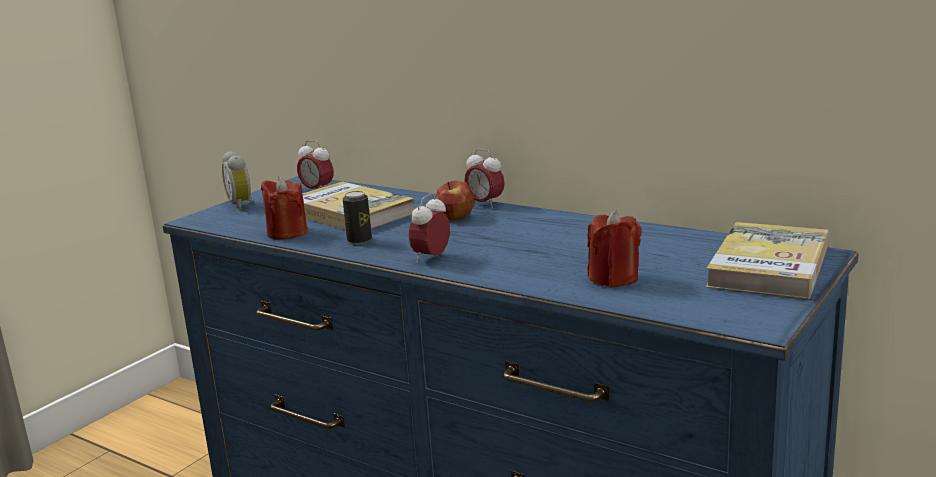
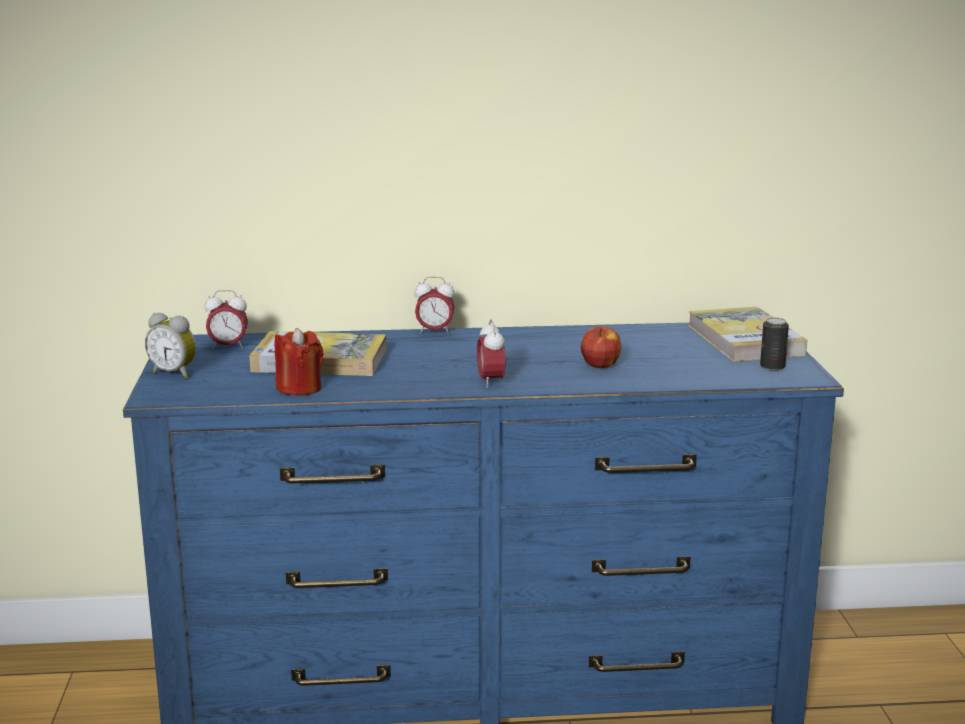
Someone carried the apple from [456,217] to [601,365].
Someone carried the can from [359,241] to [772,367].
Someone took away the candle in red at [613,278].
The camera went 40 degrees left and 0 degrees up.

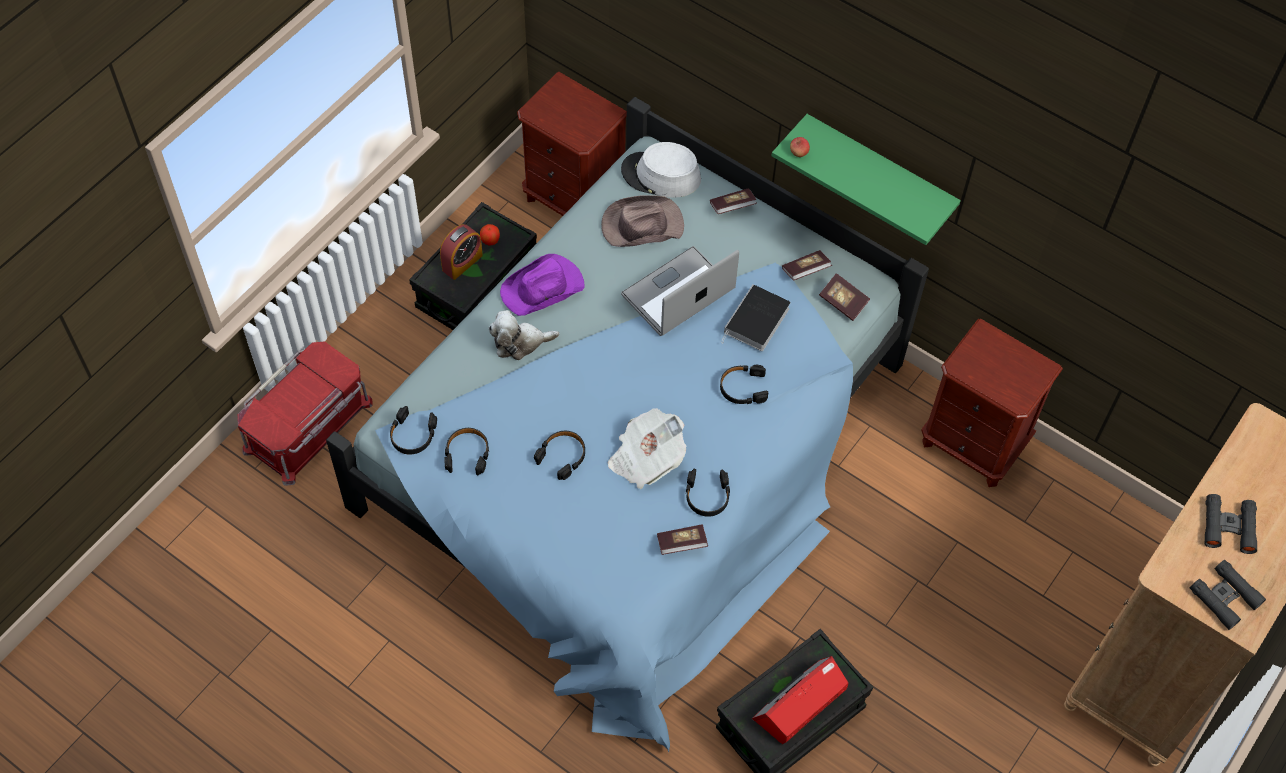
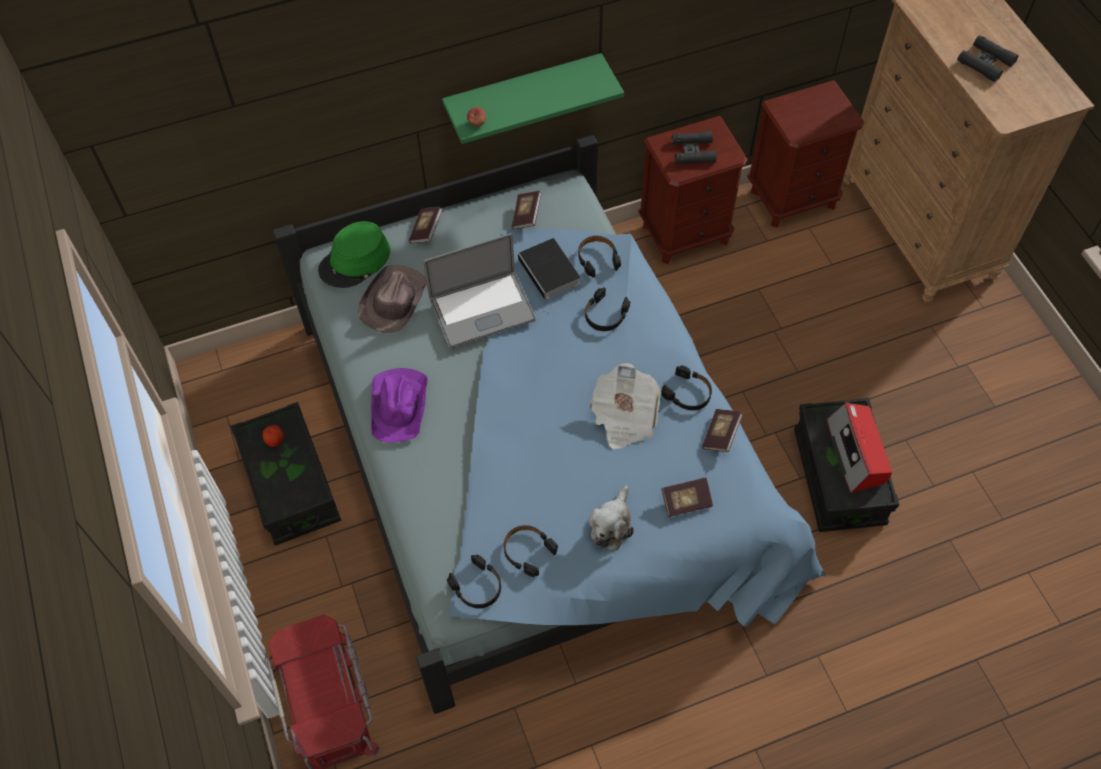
Someone carried the nightstand in brown from [573,199] to [793,198].
Someone repainted the hat in grey at [661,175], which became the hat in green at [355,261].
Someone took away the alarm clock at [462,262].
Someone rotated the laptop at [678,292] by 105 degrees counterclockwise.
Someone carried the book from [843,302] to [686,501].
Someone carried the plush toy from [520,342] to [611,524].
Someone carried the headphones in black from [562,456] to [597,259].
Someone carried the binoculars in black from [1224,597] to [693,151].
The camera went 55 degrees left and 0 degrees up.

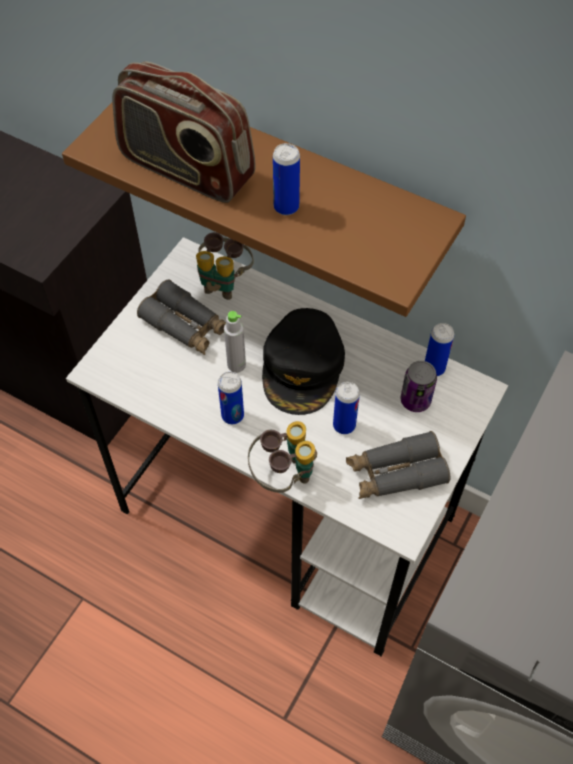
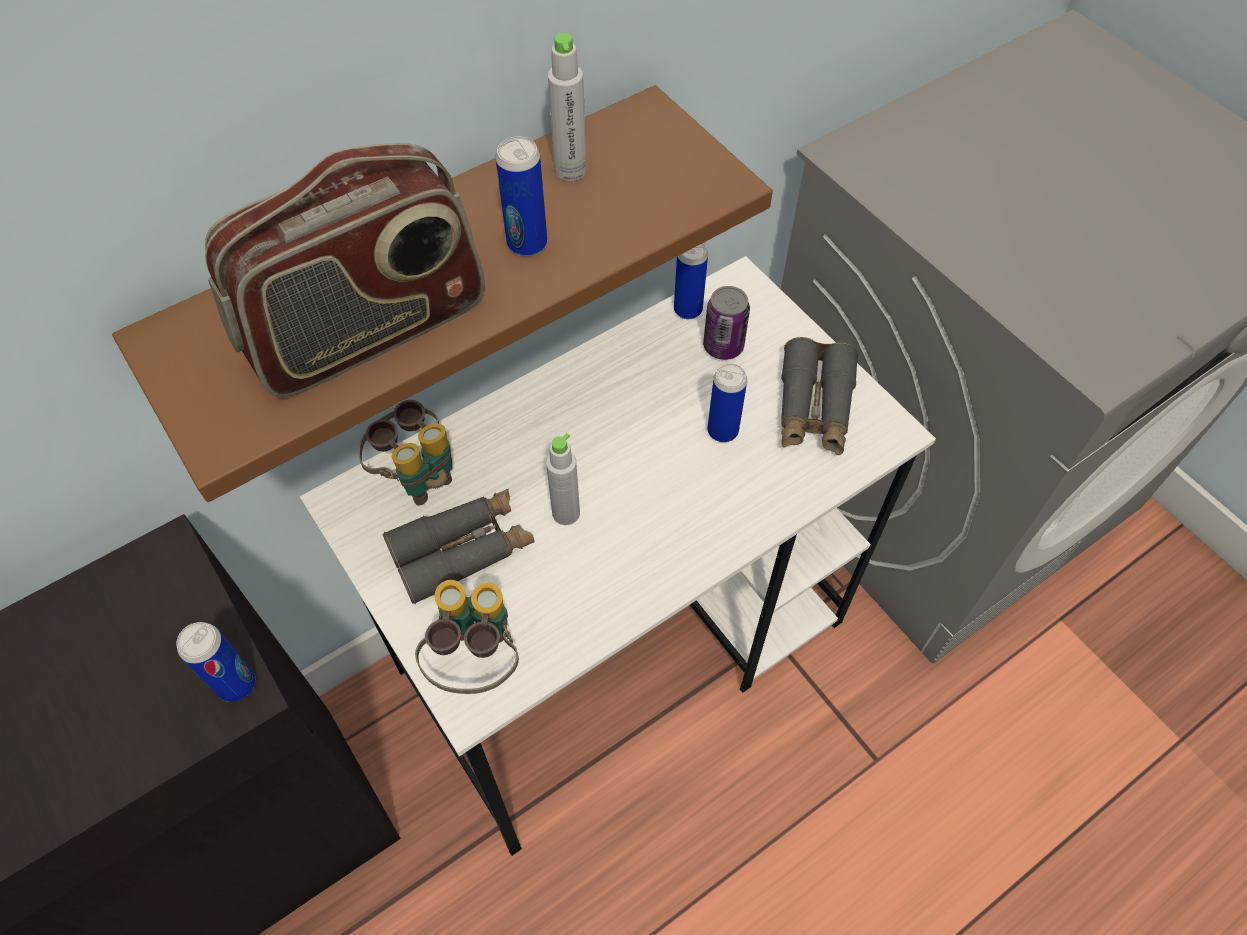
Someone took away the cap in black at [303,367].
Someone carried the can from [232,415] to [236,684].
Someone carried the binoculars from [284,475] to [476,660].
Someone put down the bottle in grey at [570,170].
The camera went 65 degrees left and 0 degrees up.

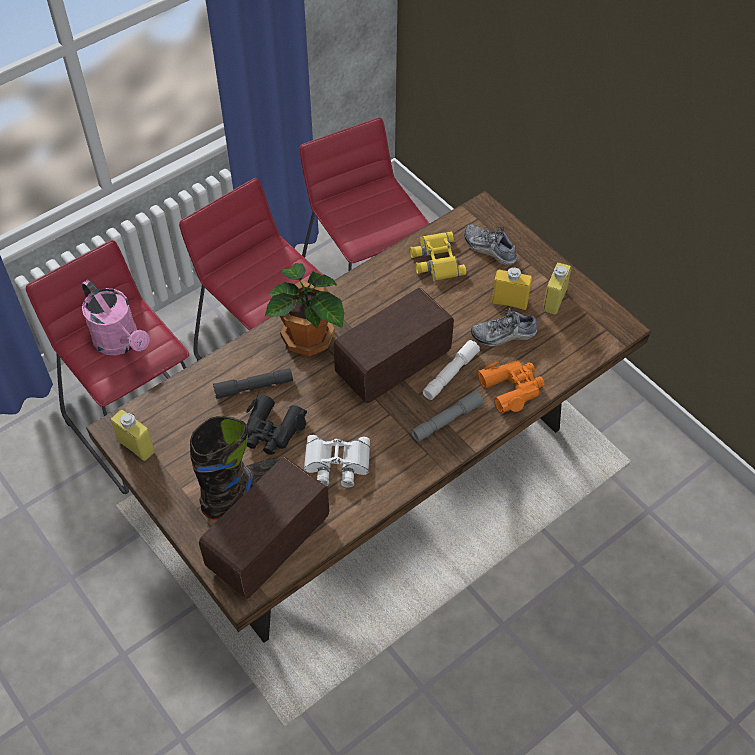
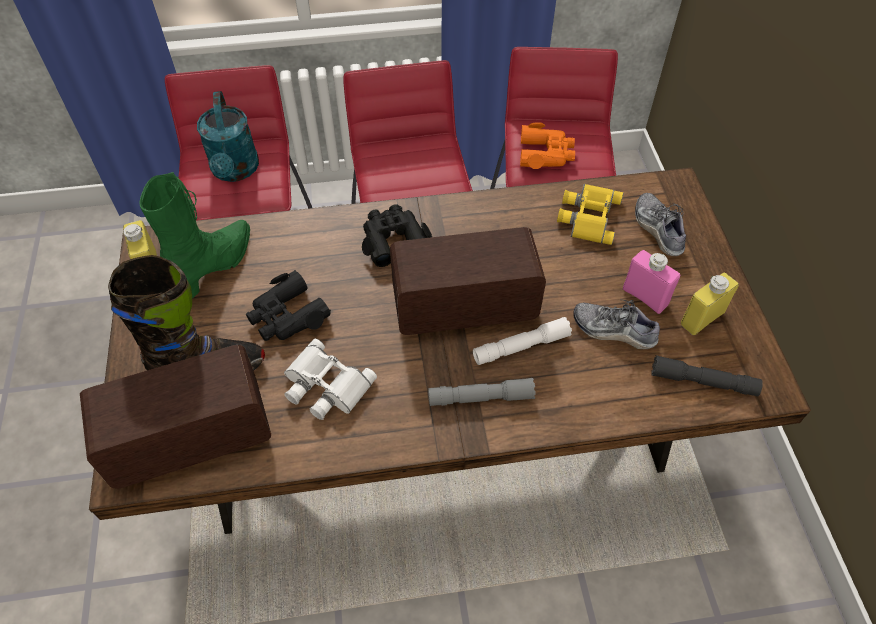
Someone swapped the potted plant at [308,339] for the binoculars in black at [393,239].
Someone repainted the bottle in yellow at [509,302], which became the bottle in pink at [645,297].
Someone repainted the watering can in pink at [121,343], which became the watering can in turquoise at [235,171].
Someone carried the binoculars in orange from [512,388] to [545,154].
Someone carried the flashlight in grey from [253,387] to [703,381].
Someone put down the boot in green at [215,267].
The camera went 30 degrees right and 0 degrees up.

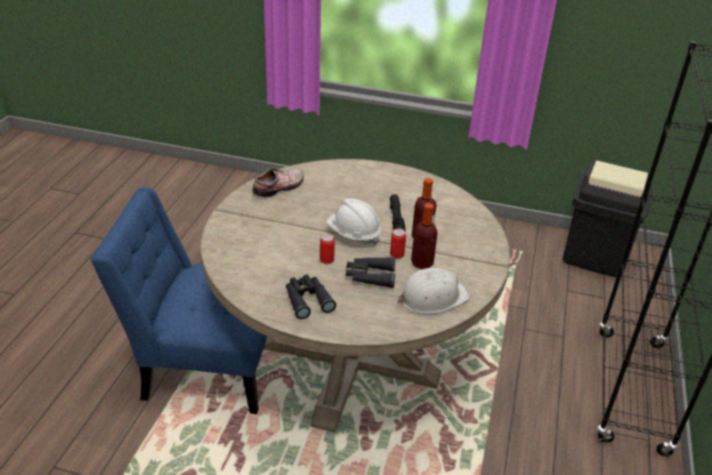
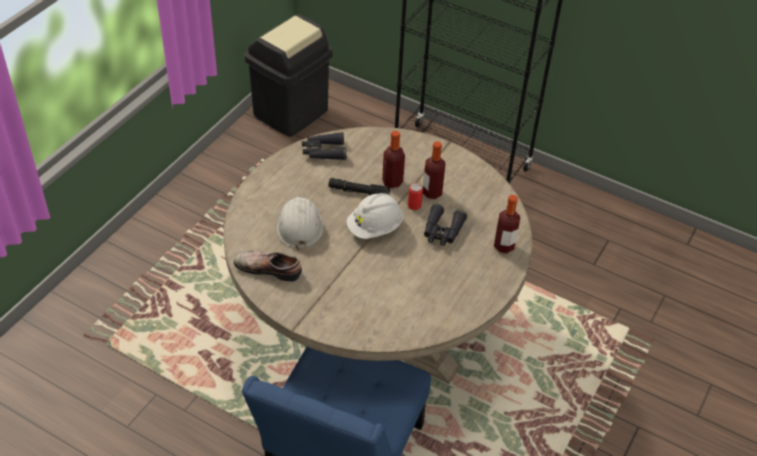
Someone rotated the shoe at [280,187] by 45 degrees counterclockwise.
Someone took away the can at [326,259].
Someone carried the hard hat in white from [432,297] to [299,226].
Someone carried the binoculars in black from [307,300] to [323,152].
Someone put down the bottle at [504,246].
The camera went 75 degrees left and 10 degrees up.

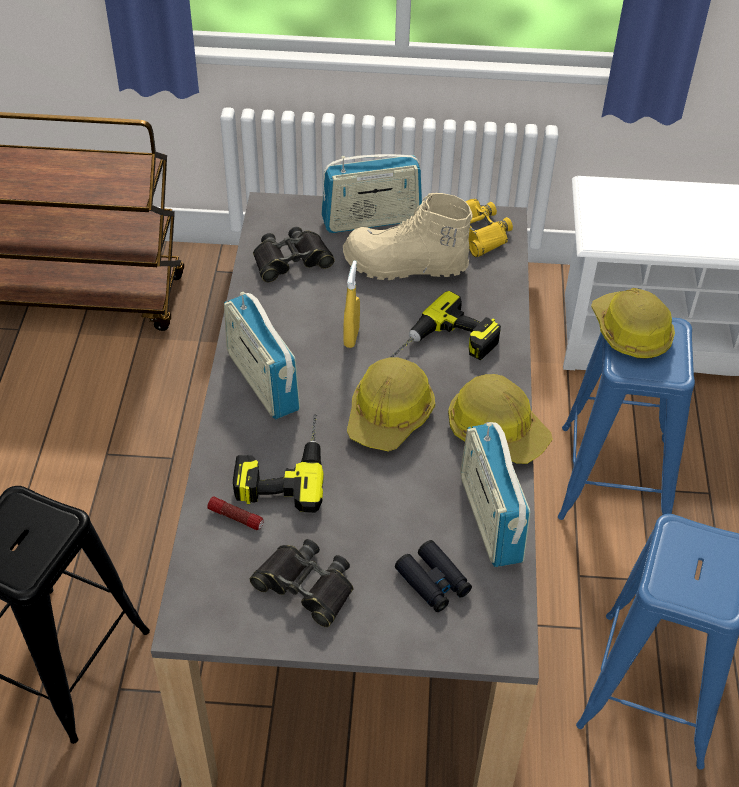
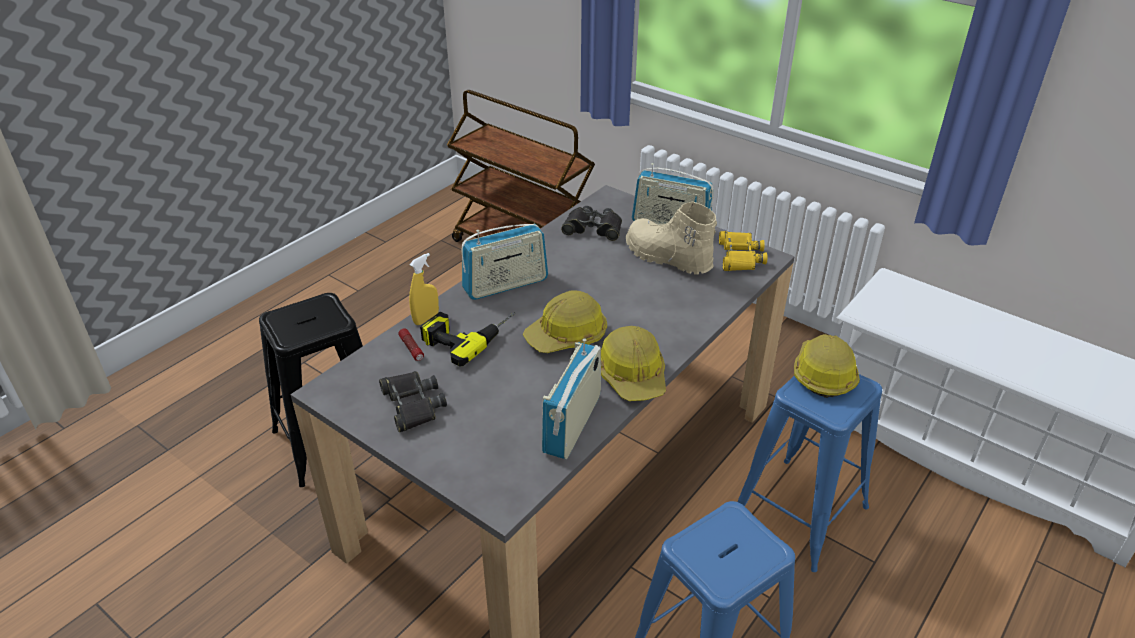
Someone carried the spray bottle in yellow from [351,337] to [426,319].
Someone took away the power drill at [445,346].
Someone rotated the radio at [262,381] by 120 degrees counterclockwise.
Someone took away the binoculars in black at [433,582].
The camera went 35 degrees right and 10 degrees down.

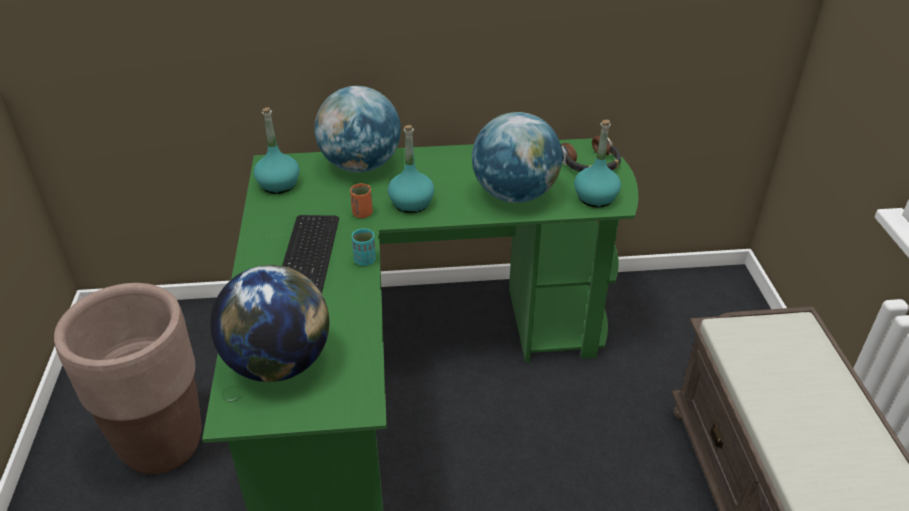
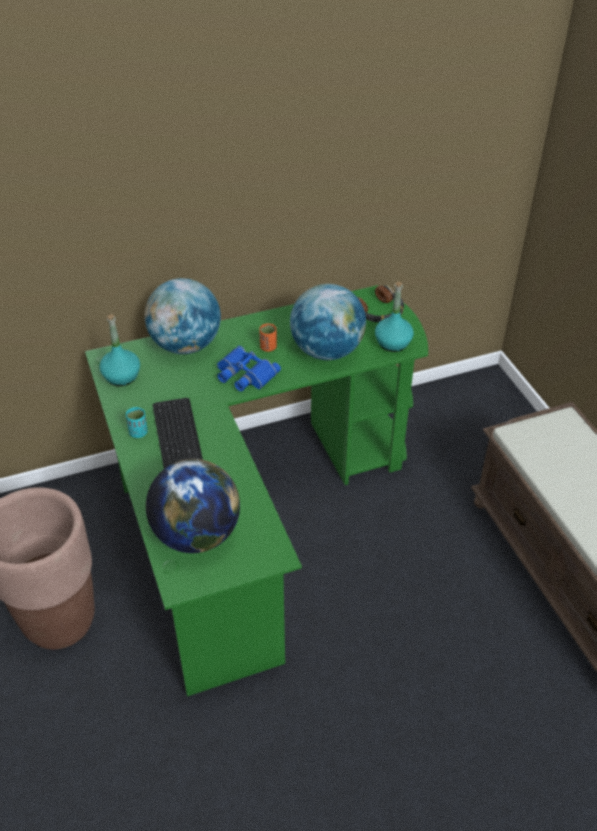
Someone swapped the bottle in turquoise at [411,203] for the binoculars in blue at [244,374].
Someone carried the cup in orange from [362,213] to [268,347].
Someone carried the cup in turquoise from [365,260] to [138,433].
The camera went 15 degrees left and 5 degrees up.

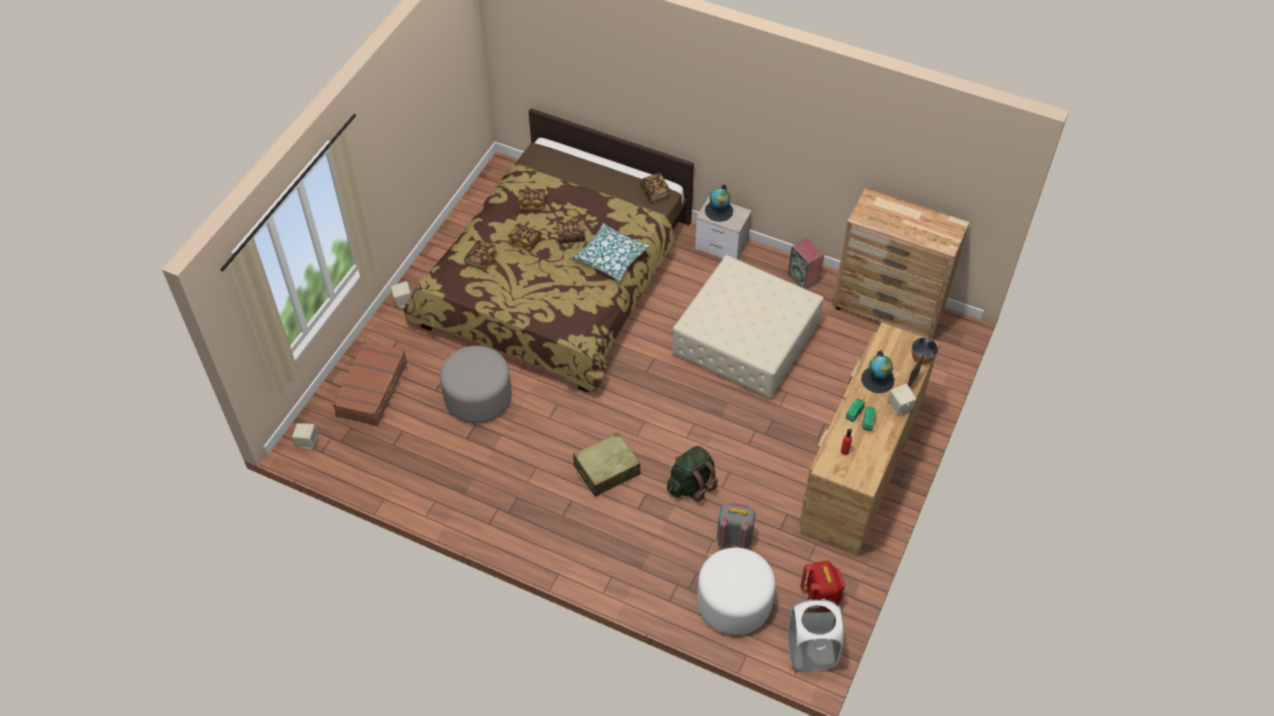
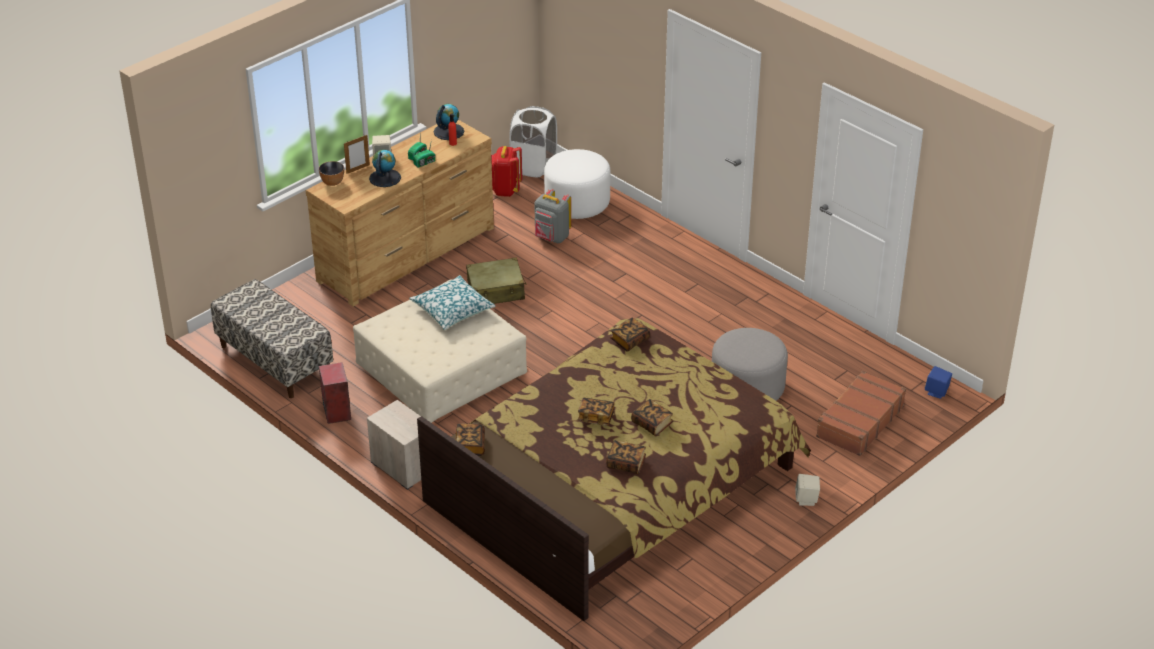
Someone carried the globe from [719,211] to [448,131].
Someone swapped the dresser in brown at [888,311] for the bench at [274,361].
Someone carried the pillow from [611,257] to [452,310].
Someone carried the book from [481,259] to [629,341].
Someone repainted the speaker in beige at [307,442], which became the speaker in blue at [937,392].
Someone carried the suitcase in beige from [606,470] to [496,291].
Someone took away the backpack in green at [691,484].
The camera went 160 degrees left and 15 degrees down.

